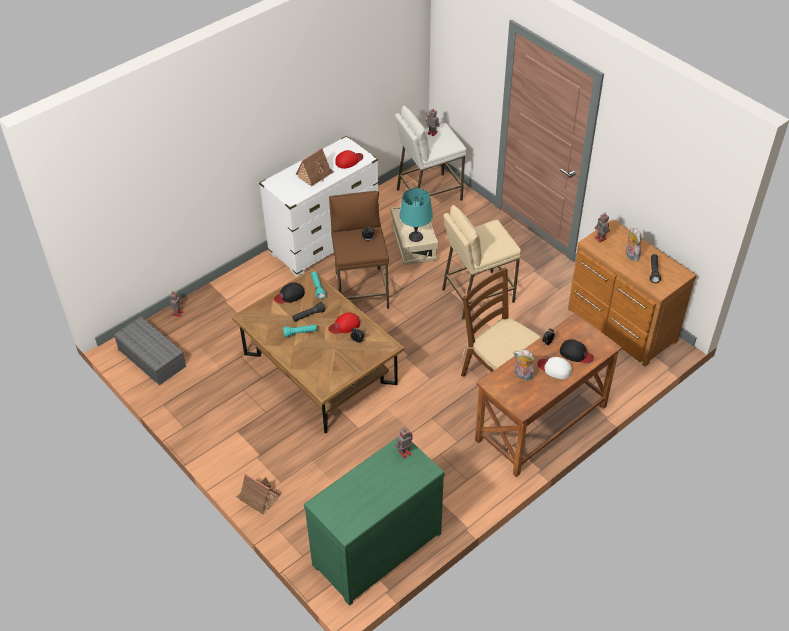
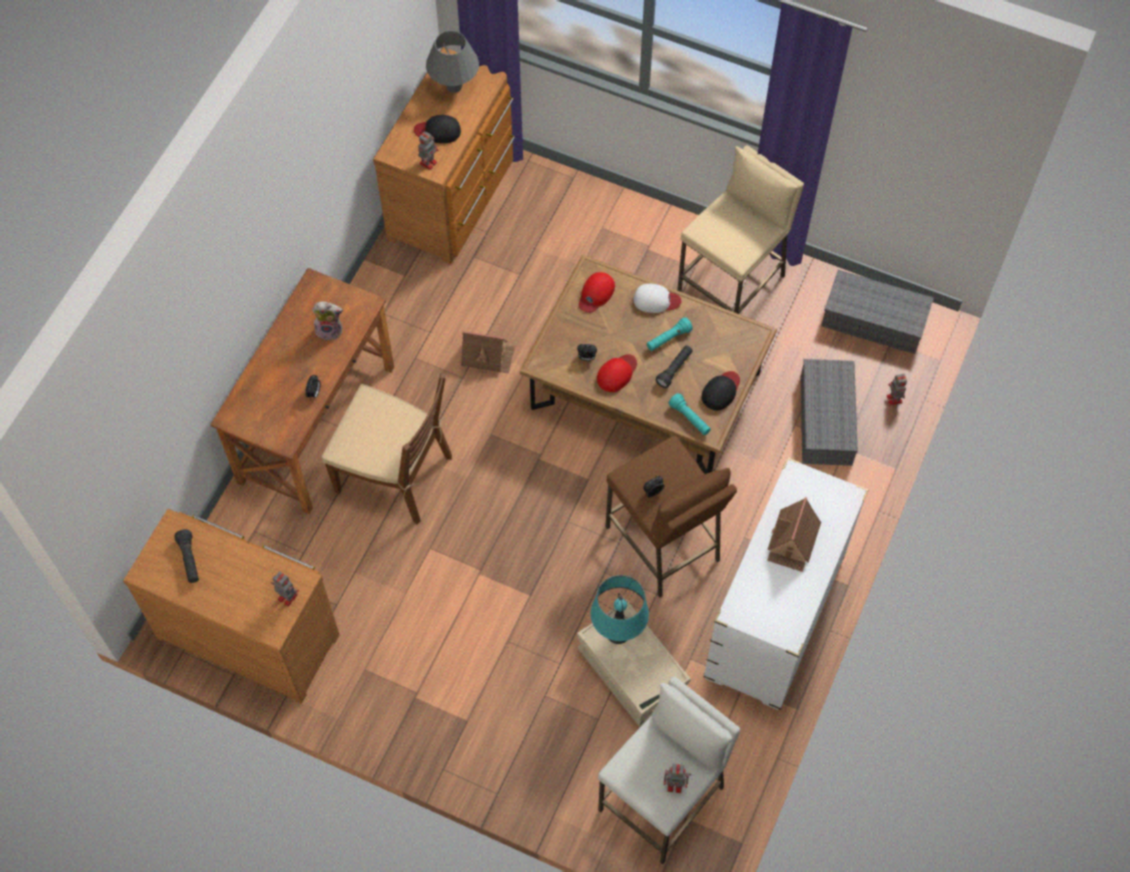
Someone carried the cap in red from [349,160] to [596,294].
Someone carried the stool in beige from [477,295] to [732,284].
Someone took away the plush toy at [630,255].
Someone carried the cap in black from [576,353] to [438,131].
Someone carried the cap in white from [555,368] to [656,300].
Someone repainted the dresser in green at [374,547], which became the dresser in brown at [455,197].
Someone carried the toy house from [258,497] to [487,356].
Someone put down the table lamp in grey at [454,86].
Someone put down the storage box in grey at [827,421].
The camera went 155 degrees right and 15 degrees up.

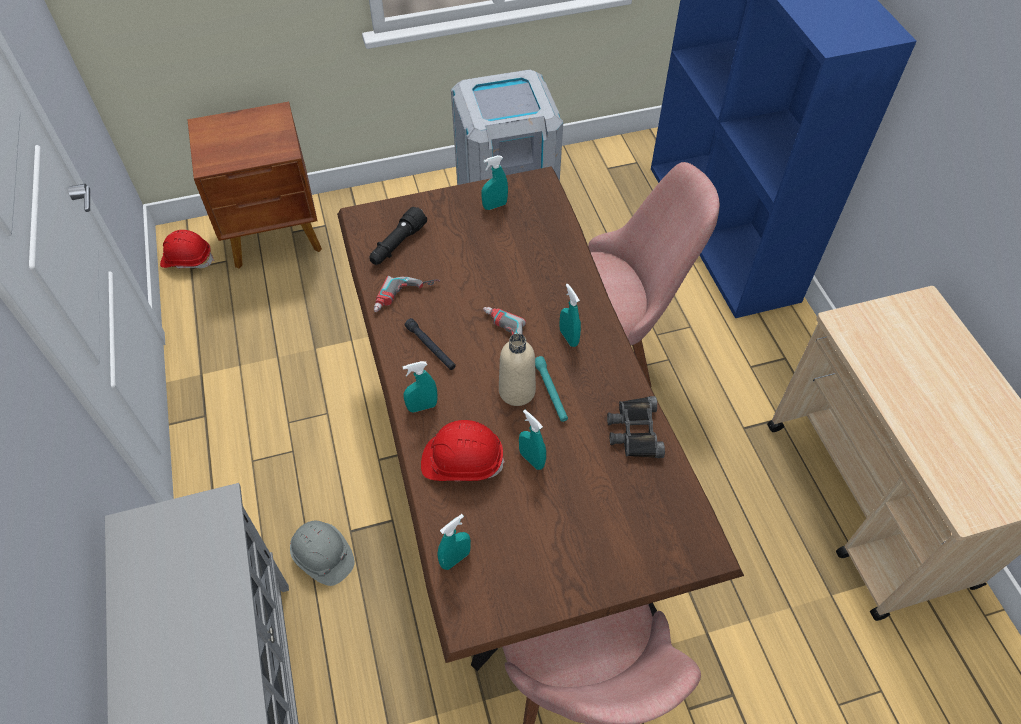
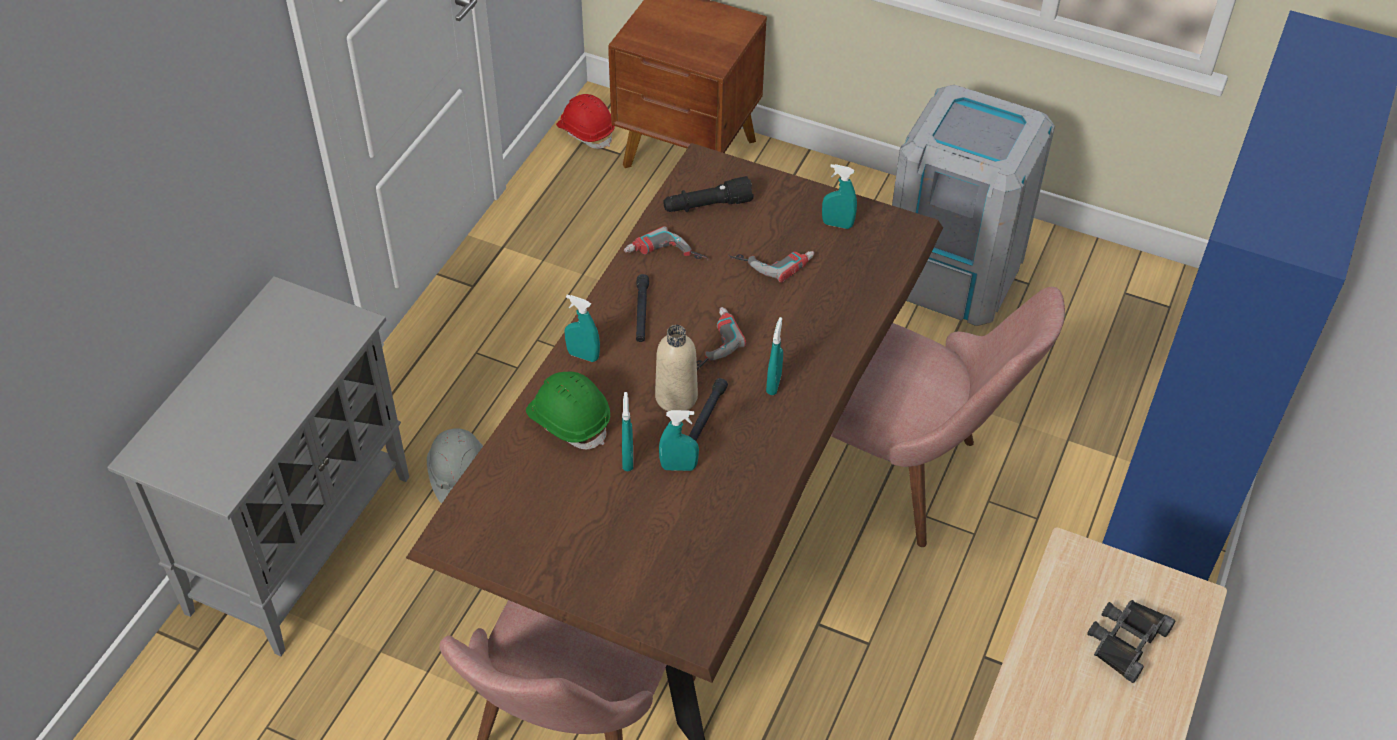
Someone repainted the flashlight in turquoise at [551,392], which became the flashlight in black at [705,418].
Someone carried the binoculars in black from [634,431] to [1125,640].
Someone repainted the hard hat in red at [462,461], which became the hard hat in green at [569,420].
Someone carried the spray bottle in turquoise from [455,559] to [678,467].
Someone put down the power drill at [772,260].
The camera went 40 degrees right and 5 degrees down.

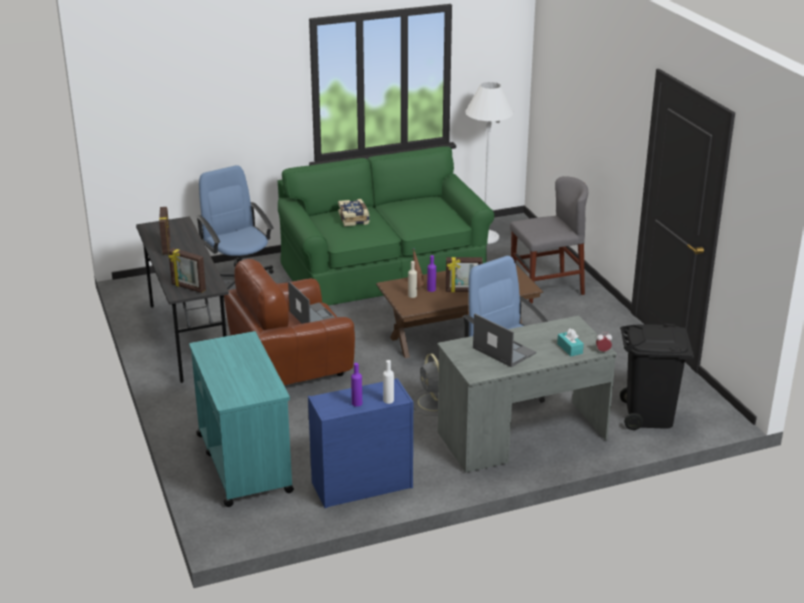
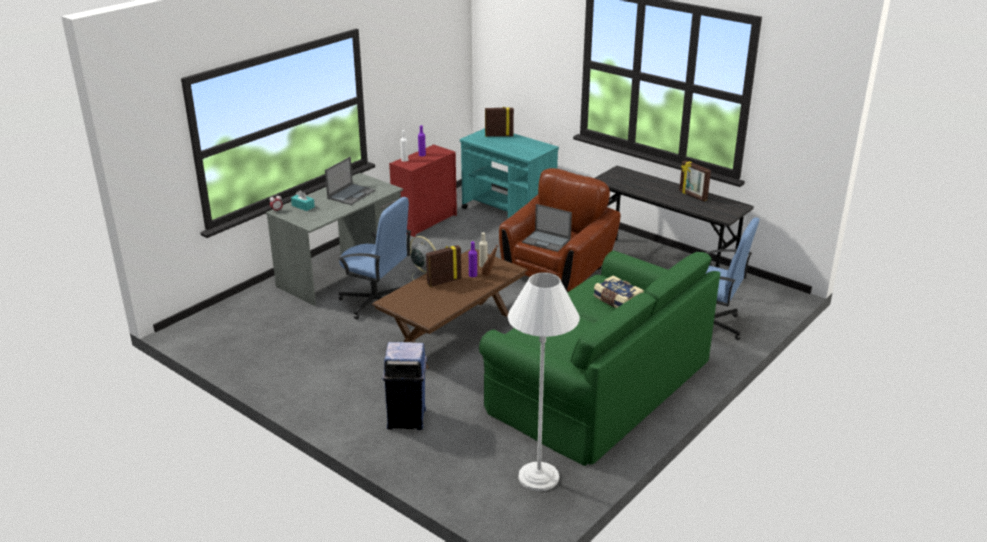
Someone swapped the chair in grey at [546,287] for the trash can in blue at [407,418].
Someone carried the picture frame from [188,288] to [499,135].
Someone rotated the laptop at [503,350] by 75 degrees counterclockwise.
Someone took away the trash can in black at [649,416].
Someone repainted the dresser in blue at [360,485], which became the dresser in red at [425,221].
The camera went 150 degrees right and 0 degrees up.

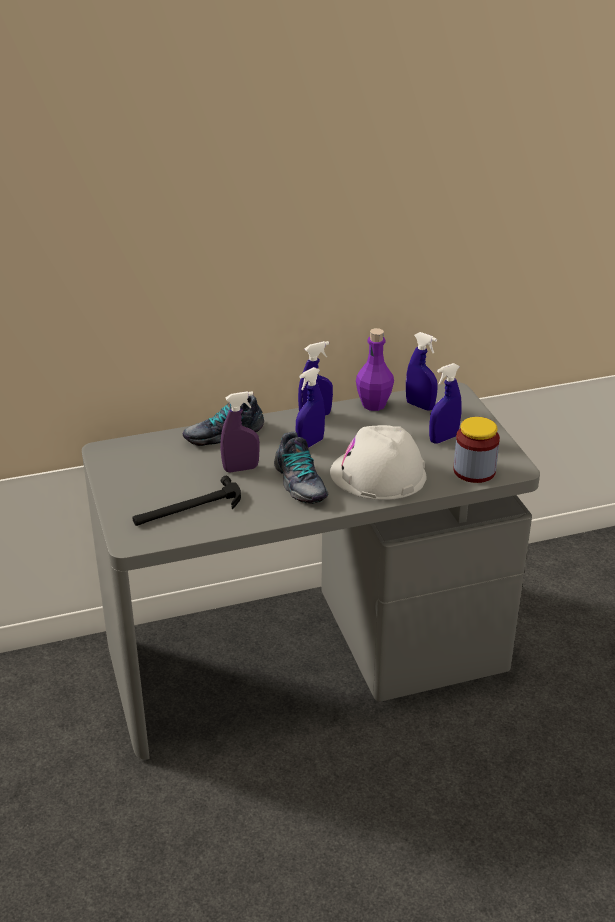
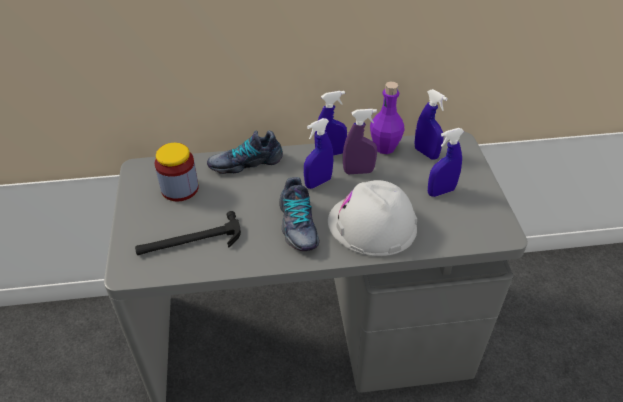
Someone carried the spray bottle in purple from [241,468] to [358,171].
Someone carried the jar from [474,471] to [180,189].
The camera went 10 degrees right and 10 degrees up.

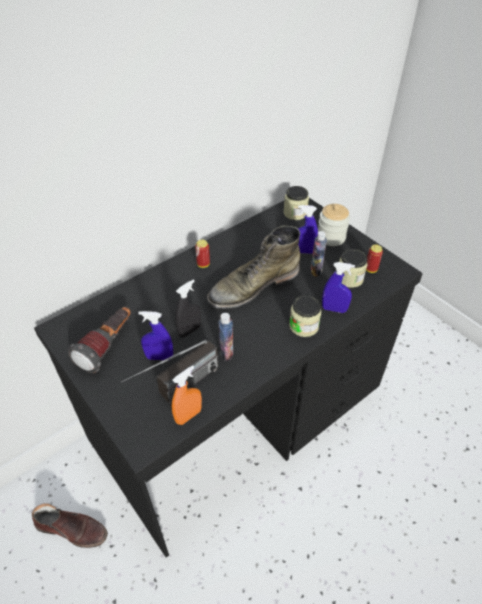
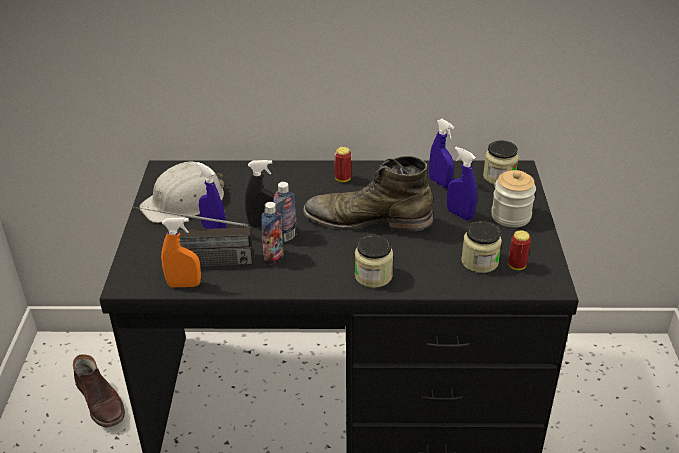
Someone carried the bottle from [316,270] to [286,236].
Someone carried the spray bottle in blue from [334,309] to [440,182].
Someone swapped the flashlight at [108,346] for the hard hat in white at [185,201].
The camera went 40 degrees right and 10 degrees down.

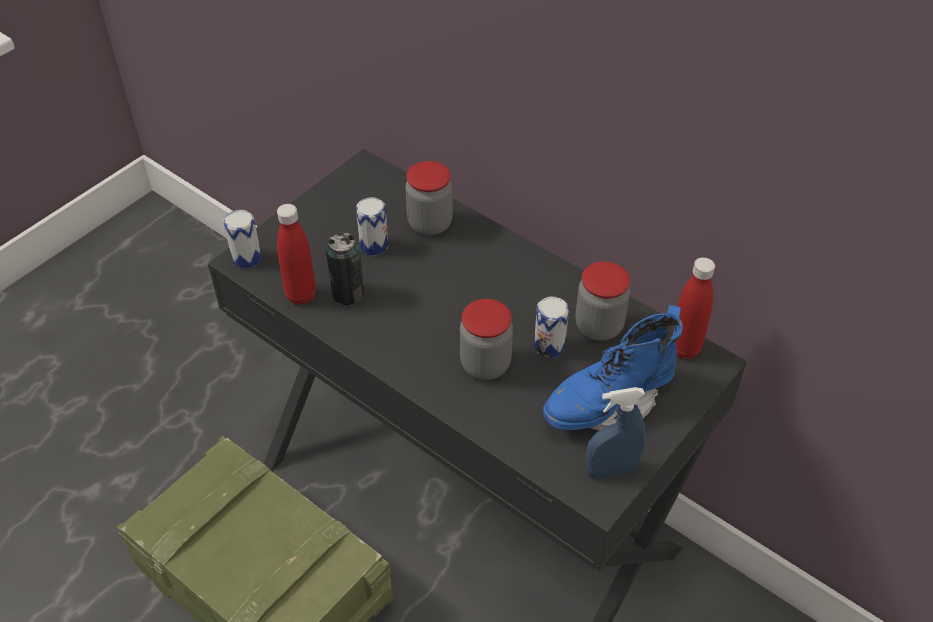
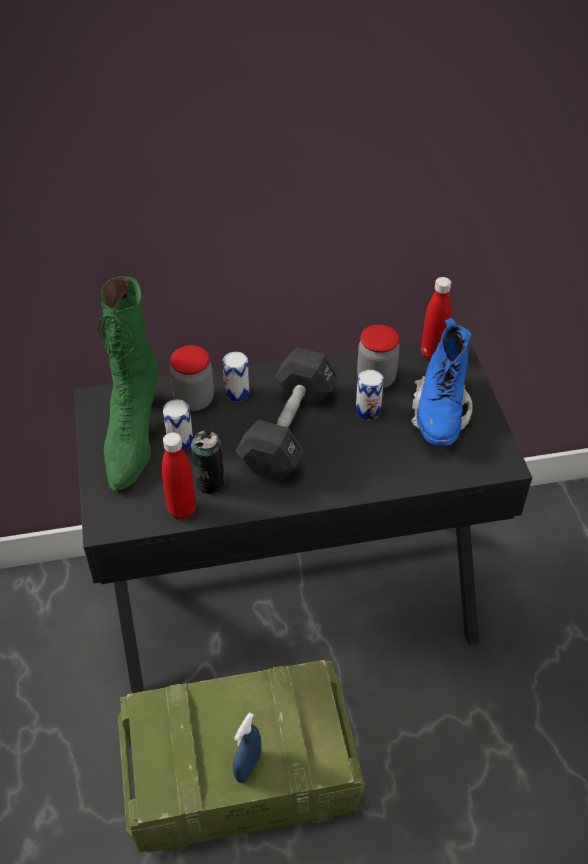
Someone carried the can from [247,258] to [237,393].
Someone took away the jar at [485,364].
Someone carried the spray bottle in blue from [611,470] to [248,766].
Someone put down the boot in green at [132,437].
Someone put down the dumbbell in black at [288,430].
The camera went 50 degrees left and 0 degrees up.

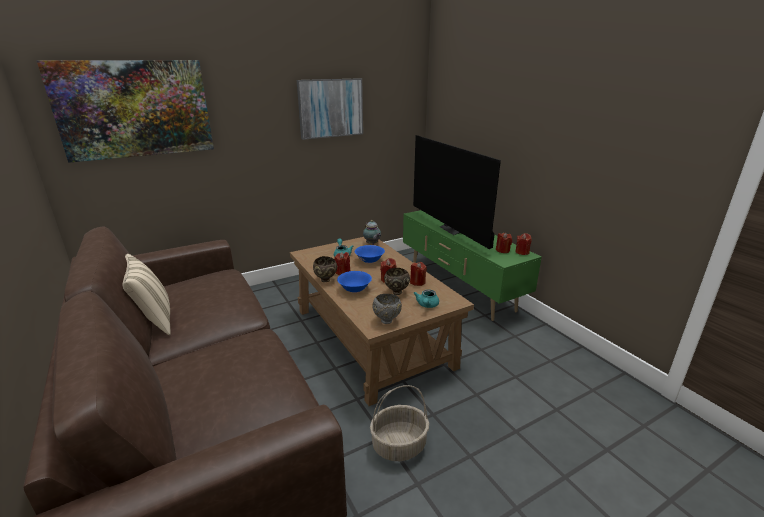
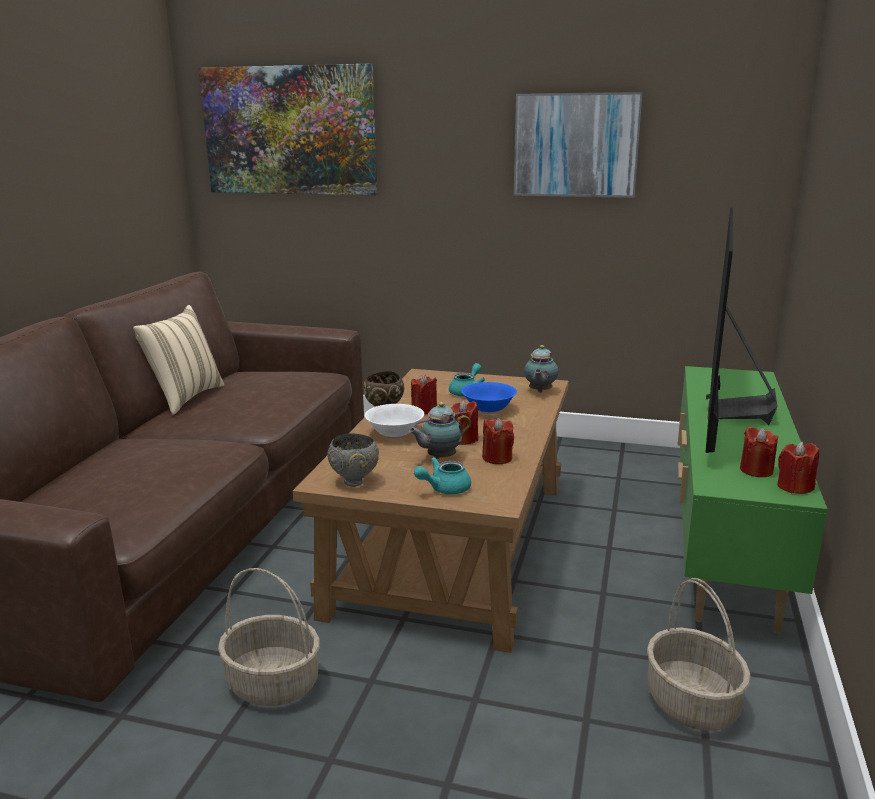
Someone swapped the bowl in brown at [396,292] for the teapot at [439,457].
Someone repainted the bowl in blue at [354,289], which became the bowl in white at [395,434].
Someone put down the basket at [693,703].
The camera went 45 degrees right and 5 degrees down.

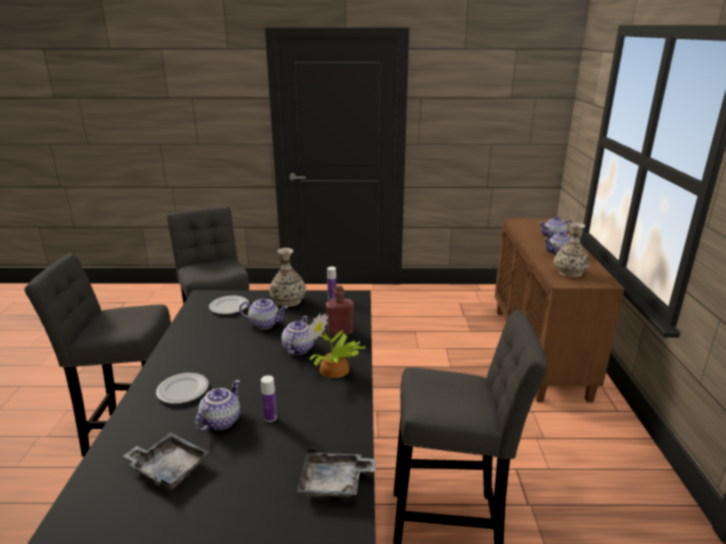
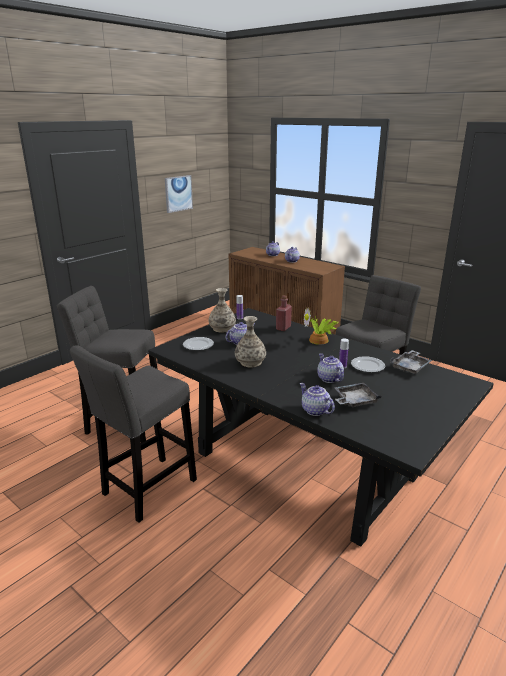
Someone carried the vase from [569,272] to [250,362].
Someone carried the teapot from [297,349] to [314,410].
Someone carried the plate from [183,391] to [368,366].
Someone put up the picture at [178,193].
The camera went 50 degrees left and 0 degrees up.

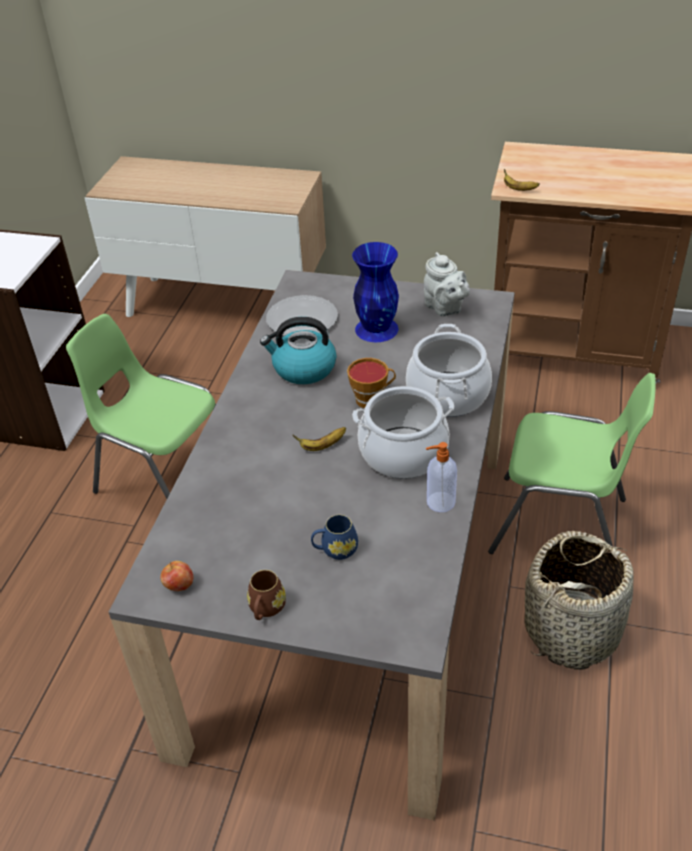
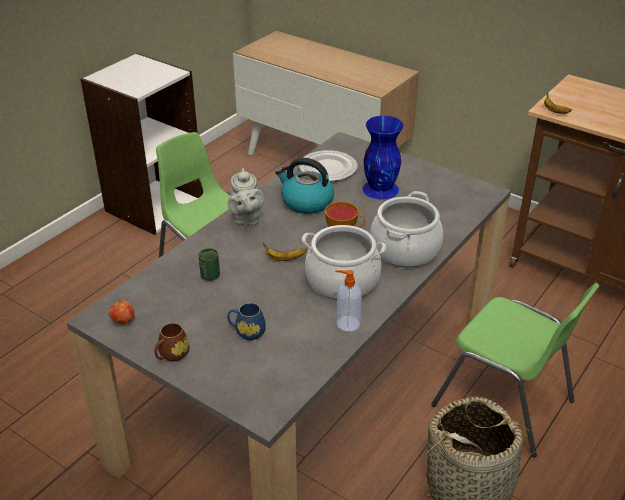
Someone carried the teapot in grey from [445,308] to [246,219].
Someone put down the cup in green at [210,276].
The camera went 20 degrees right and 5 degrees down.

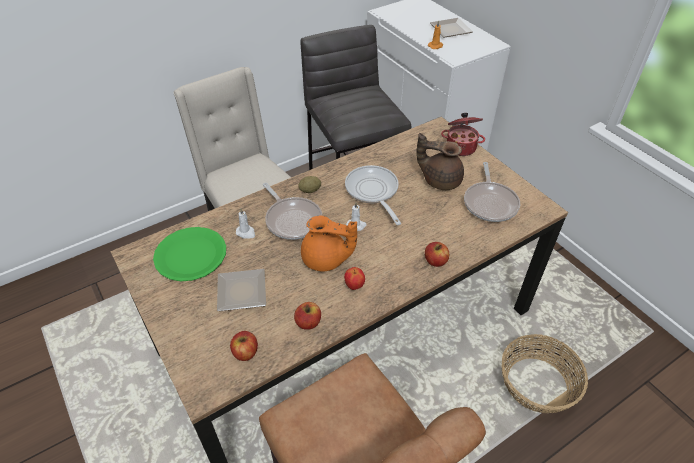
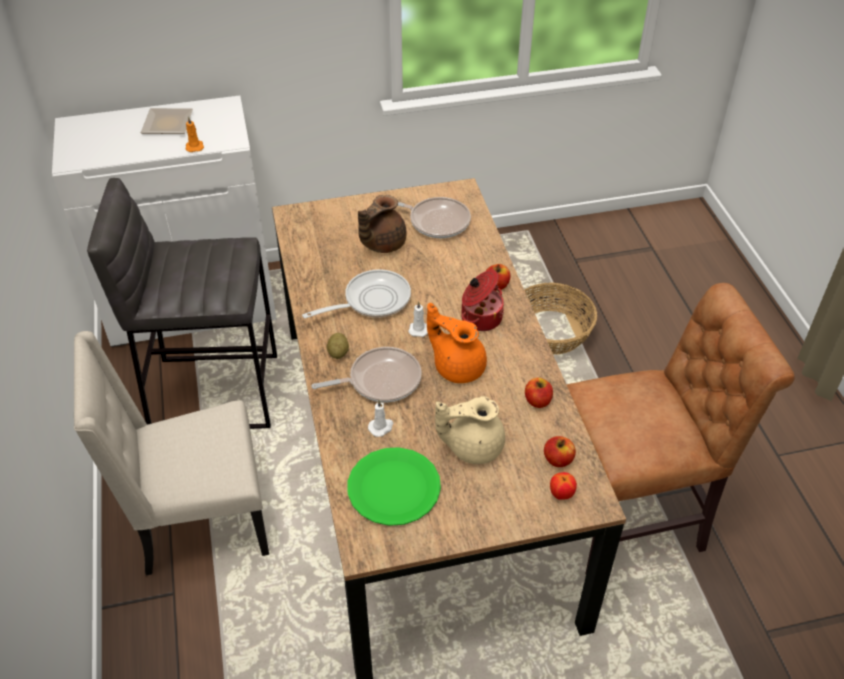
Someone carried the cooking pot from [461,147] to [480,317].
Someone rotated the frying pan at [373,192] by 150 degrees clockwise.
Someone rotated the teapot in orange at [326,260] by 90 degrees counterclockwise.
Someone carried the apple from [354,286] to [561,494].
Someone swapped the plate at [243,290] for the teapot in beige at [472,446].
The camera went 70 degrees left and 0 degrees up.

